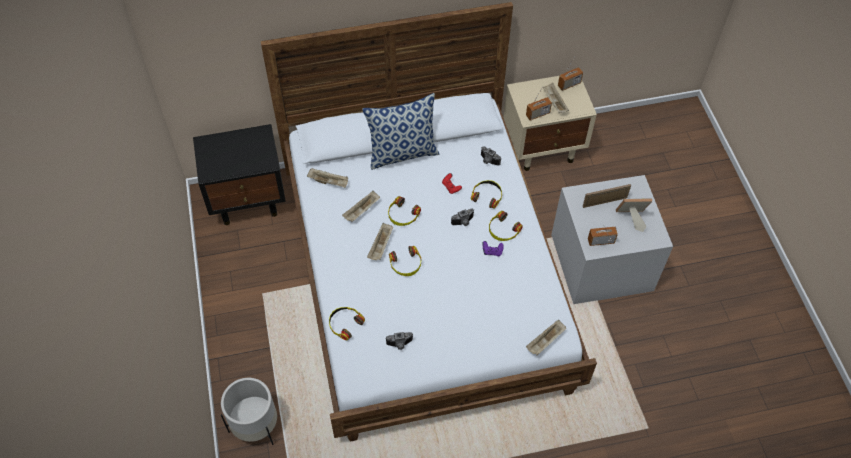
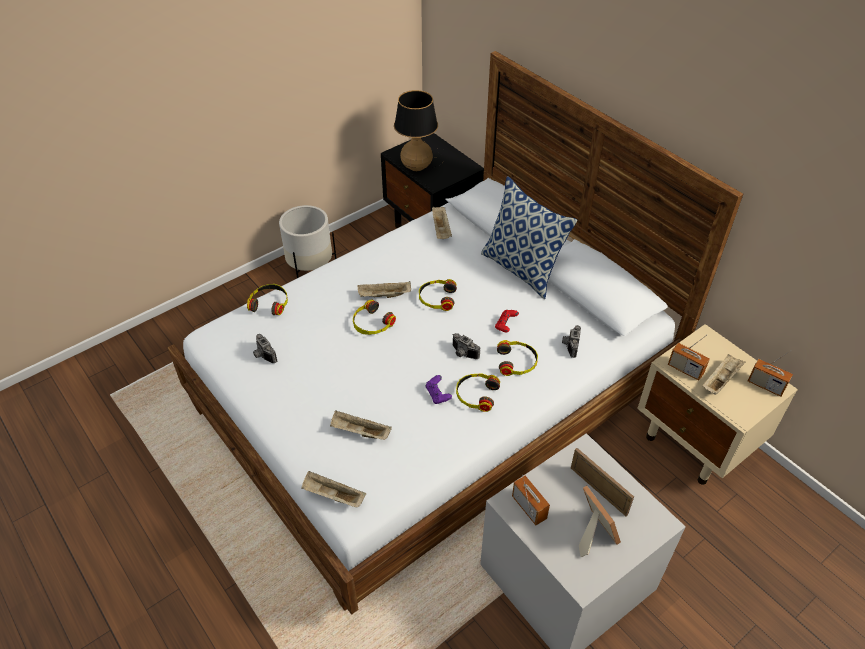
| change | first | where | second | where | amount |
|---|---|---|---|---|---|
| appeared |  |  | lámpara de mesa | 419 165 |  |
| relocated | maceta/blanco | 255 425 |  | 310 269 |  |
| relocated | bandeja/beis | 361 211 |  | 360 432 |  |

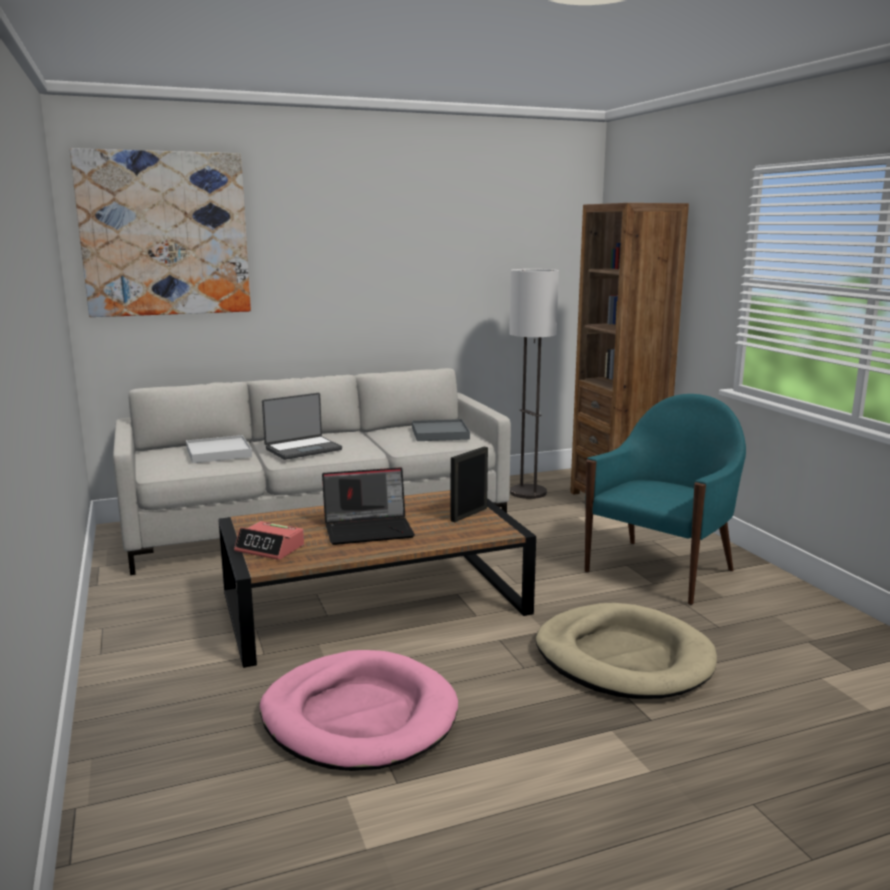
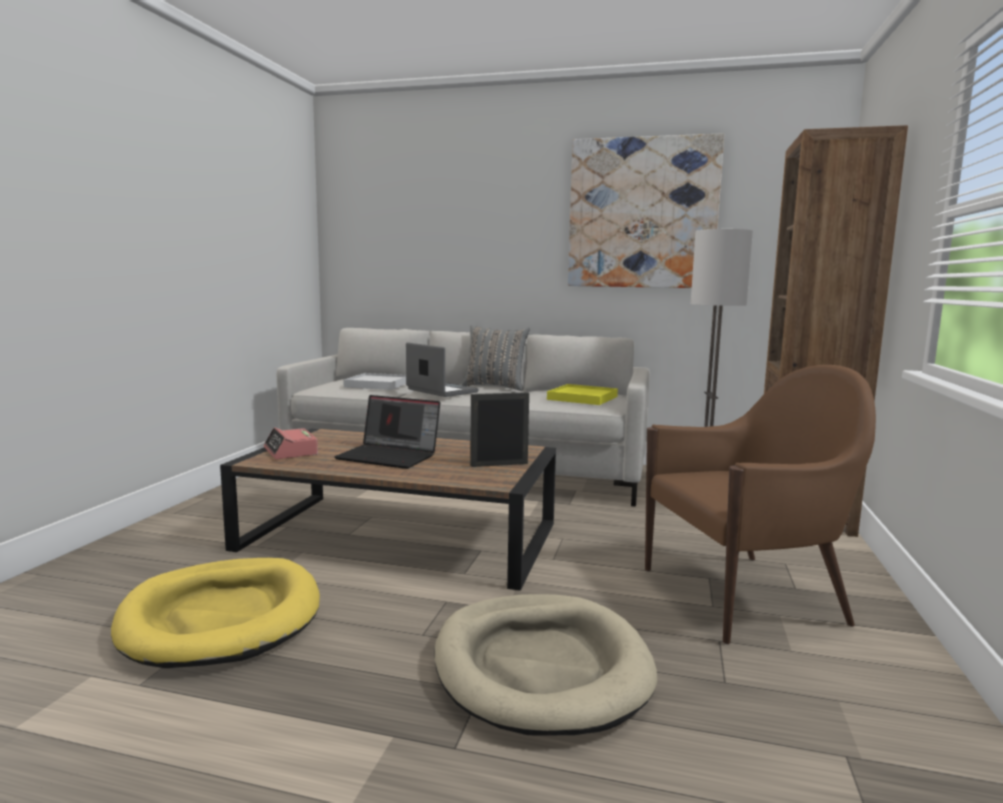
| change | first | where | second | where | amount |
|---|---|---|---|---|---|
| appeared |  |  | cojín/gris | 495 386 |  |
| relocated | cuadro | 165 234 |  | 642 213 |  |
| colour | cama para perro/rosa | 359 716 | cama para perro/amarillo | 222 617 |  |
| colour | bandeja/gris | 440 433 | bandeja/amarillo | 582 398 |  |
| colour | sillón/turquesa | 660 570 | sillón/marrón | 745 595 |  |
| spun | portátil | 303 449 |  | 440 391 | 135 degrees counterclockwise |

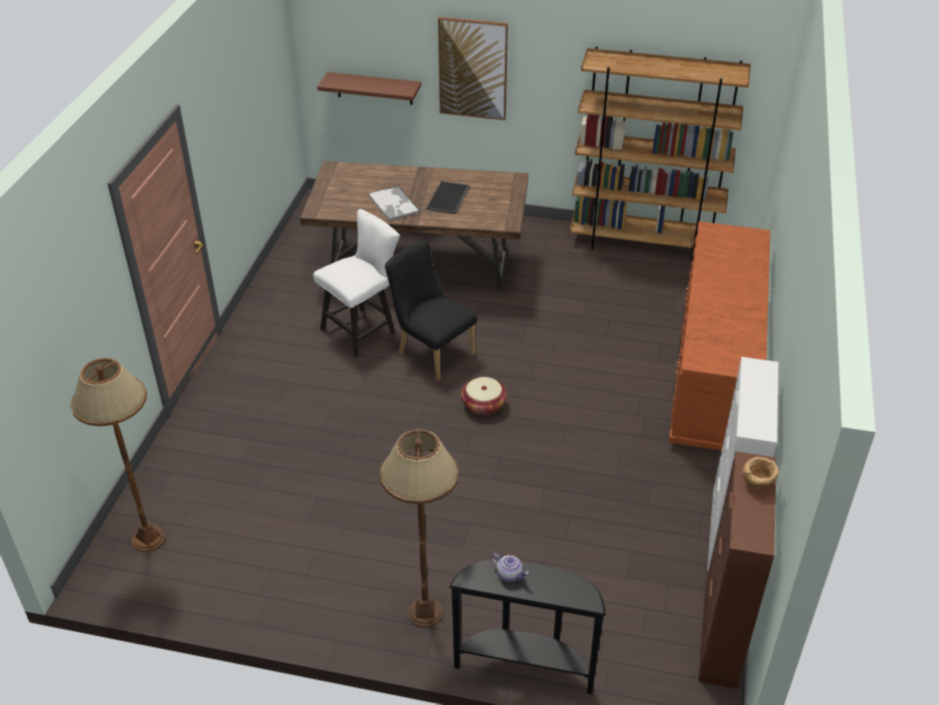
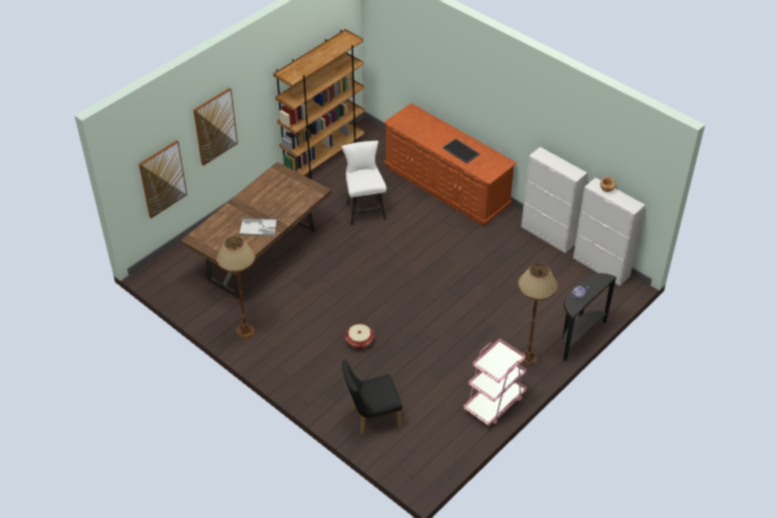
| change | first | where | second | where | amount |
|---|---|---|---|---|---|
| appeared |  |  | carrito/rosa | 494 403 |  |
| relocated | lámpara de pie/marrón | 148 538 |  | 245 331 |  |
| relocated | silla/blanco | 362 329 |  | 364 209 |  |
| relocated | silla/negro | 431 352 |  | 371 417 |  |
| relocated | bandeja | 448 198 |  | 461 151 |  |
| relocated | cesta | 483 405 |  | 359 341 |  |
| exchanged | estante/marrón | 374 88 | cuadro | 162 179 |  |
| colour | armario/marrón | 720 635 | armario/blanco | 601 267 |  |

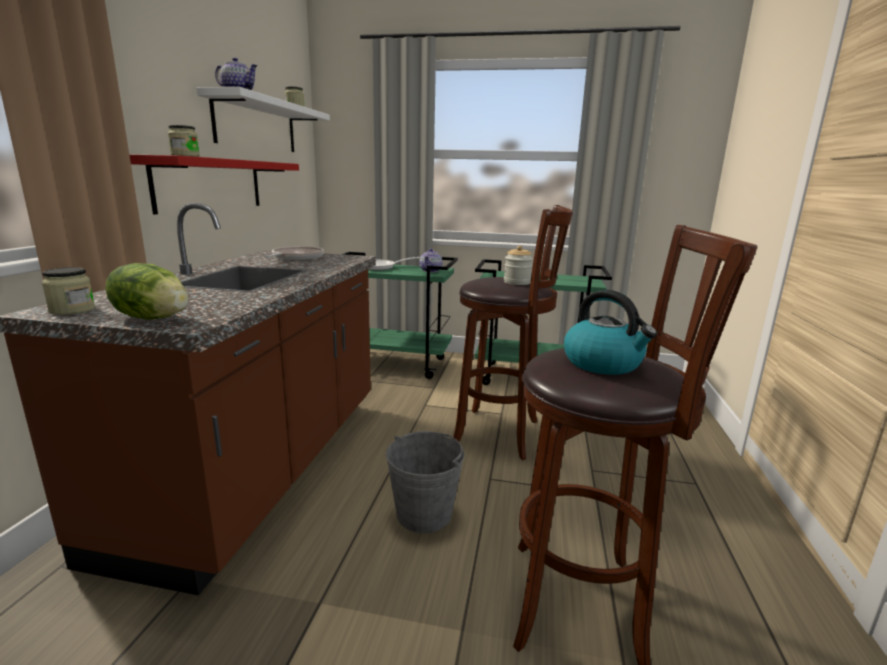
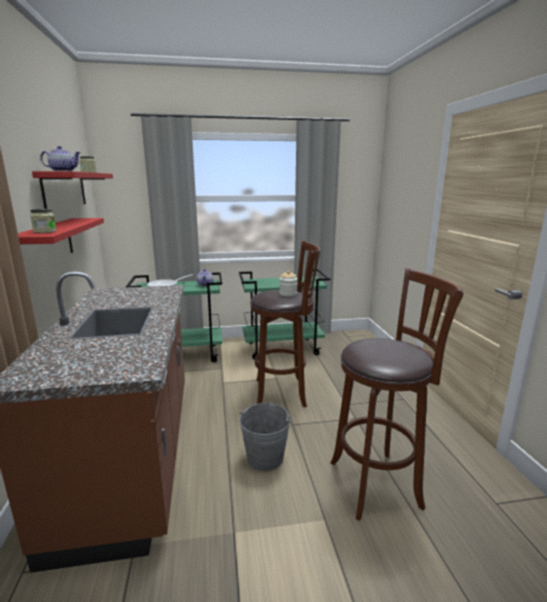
| change | first | where | second | where | amount |
|---|---|---|---|---|---|
| missing | tarro | 72 310 |  |  |  |
| missing | lechuga | 153 318 |  |  |  |
| missing | sartén | 296 258 |  |  |  |
| missing | hervidor | 603 363 |  |  |  |
| colour | estante/blanco | 257 125 | estante/rojo | 64 190 |  |

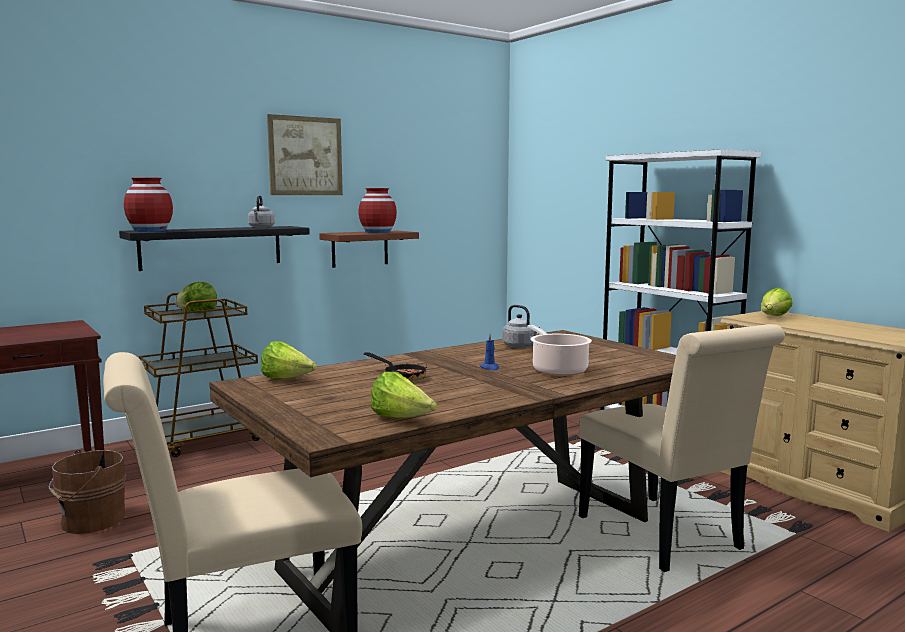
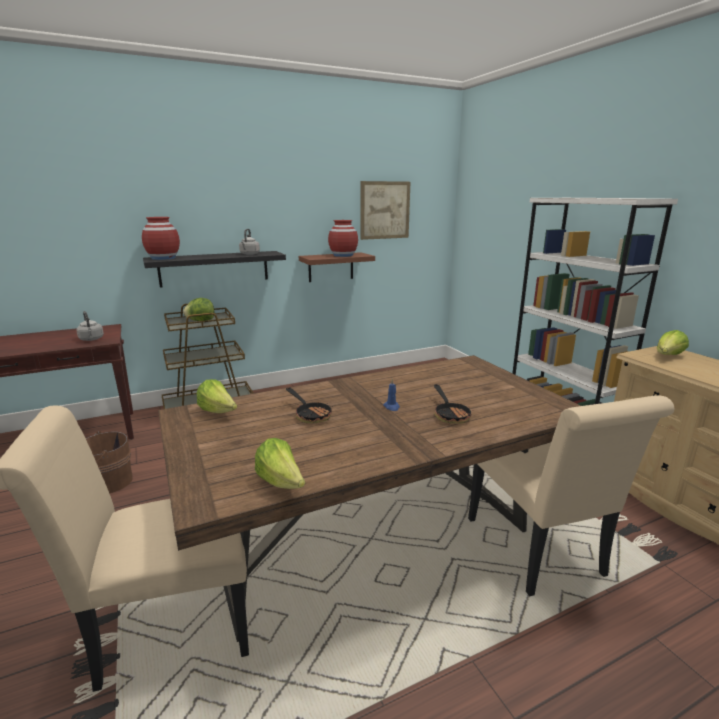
| change | first | where | second | where | amount |
|---|---|---|---|---|---|
| relocated | cuadro | 305 156 |  | 385 210 |  |
| relocated | hervidor/gris | 520 346 |  | 91 339 |  |
| exchanged | olla | 557 370 | sartén | 450 414 |  |

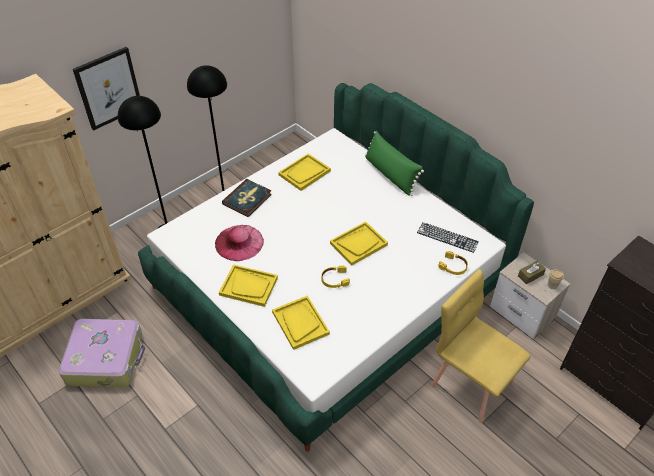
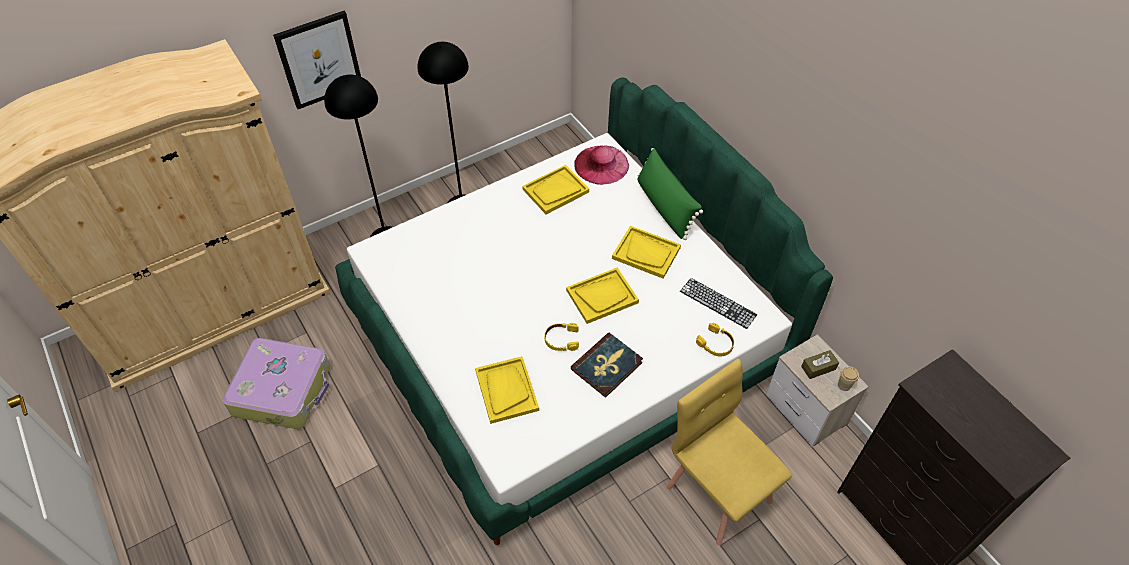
| change | first | where | second | where | amount |
|---|---|---|---|---|---|
| relocated | sombrero/rosa | 239 242 |  | 601 164 |  |
| relocated | bandeja/amarillo | 249 286 |  | 646 253 |  |
| relocated | libro | 247 199 |  | 607 366 |  |

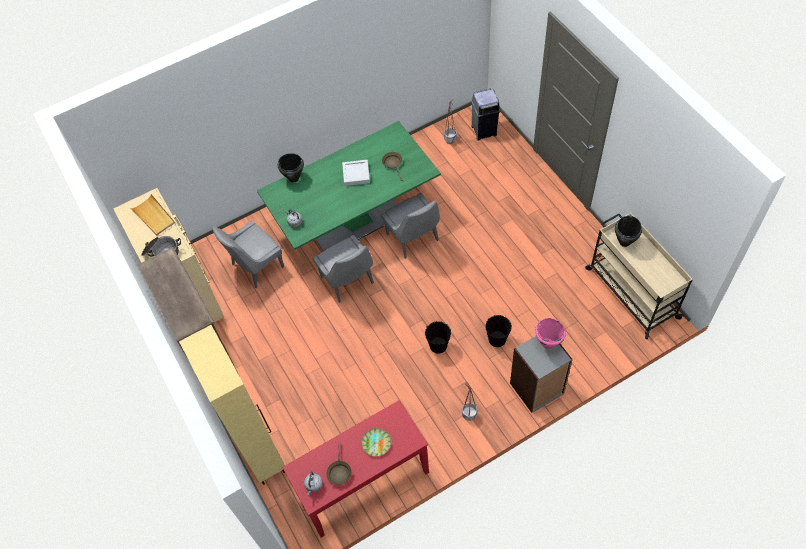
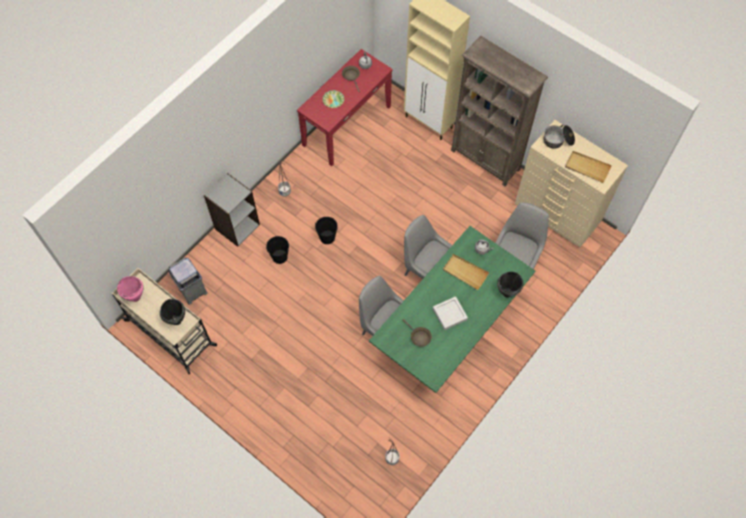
| change | first | where | second | where | amount |
|---|---|---|---|---|---|
| appeared |  |  | bandeja/beis | 465 272 |  |
| relocated | papelera/gris | 484 130 |  | 192 291 |  |
| relocated | olla/rosa | 547 343 |  | 135 297 |  |

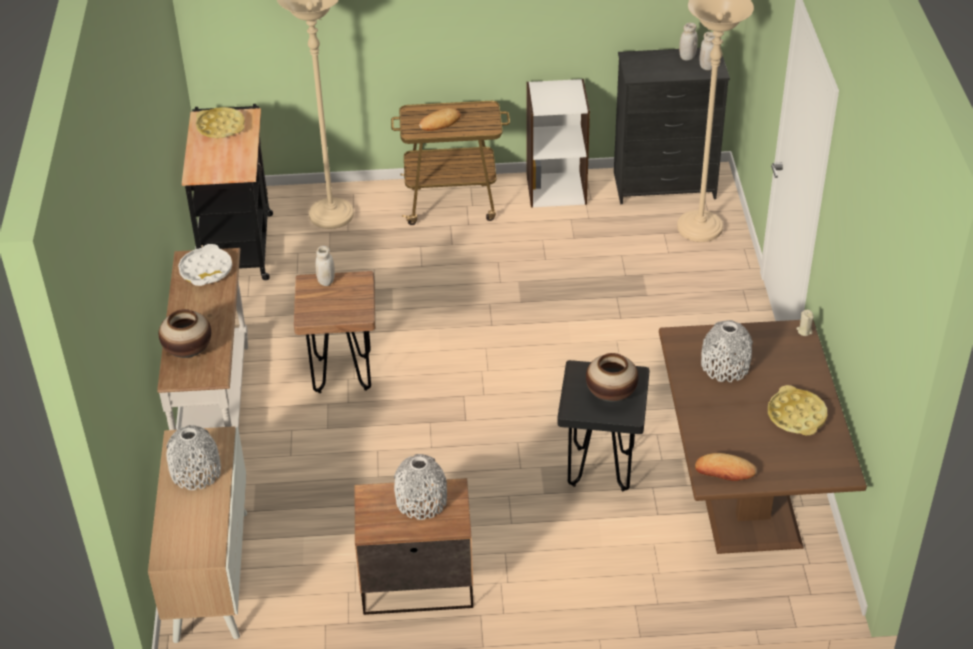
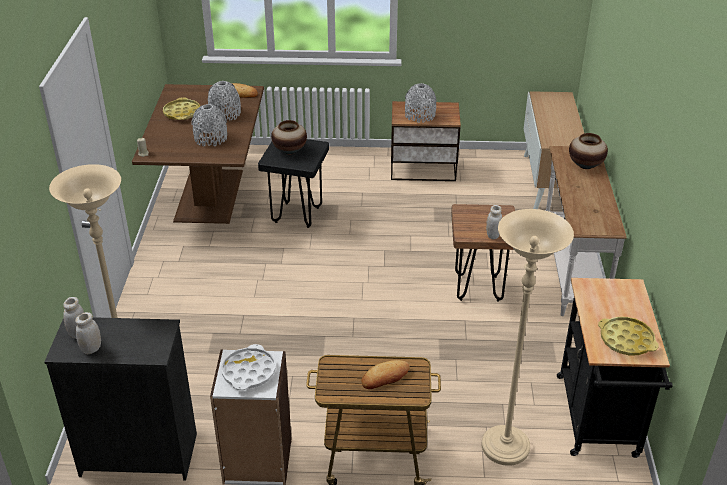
| change | first | where | second | where | amount |
|---|---|---|---|---|---|
| relocated | florero/gris | 196 472 |  | 225 114 |  |
| relocated | bandeja/blanco | 206 270 |  | 249 372 |  |

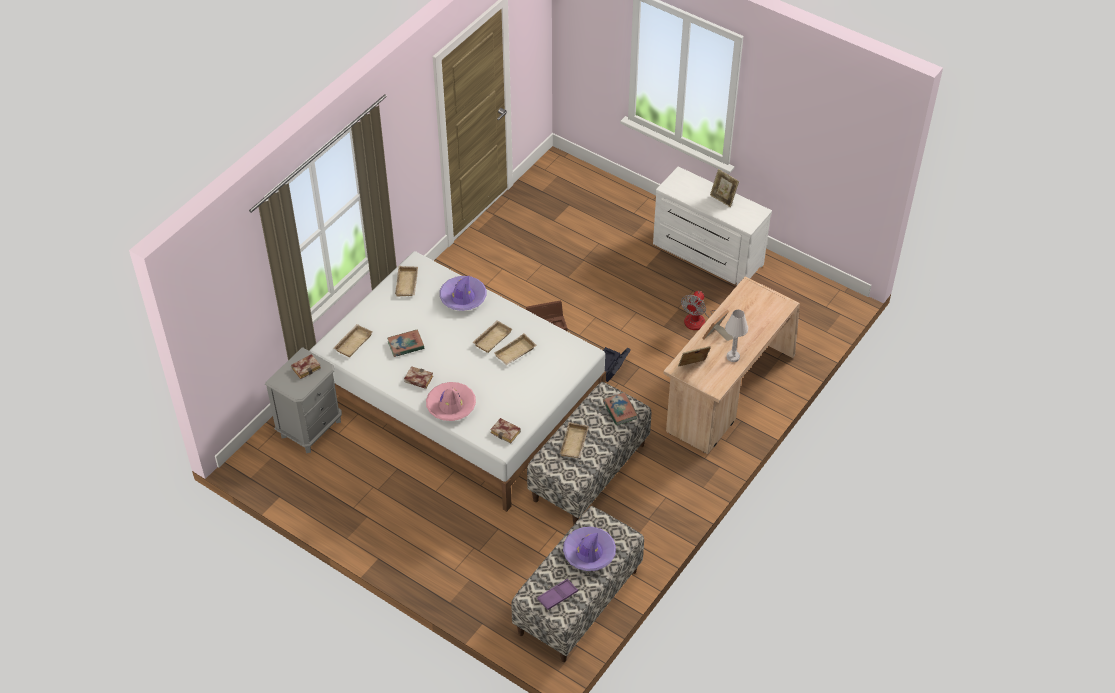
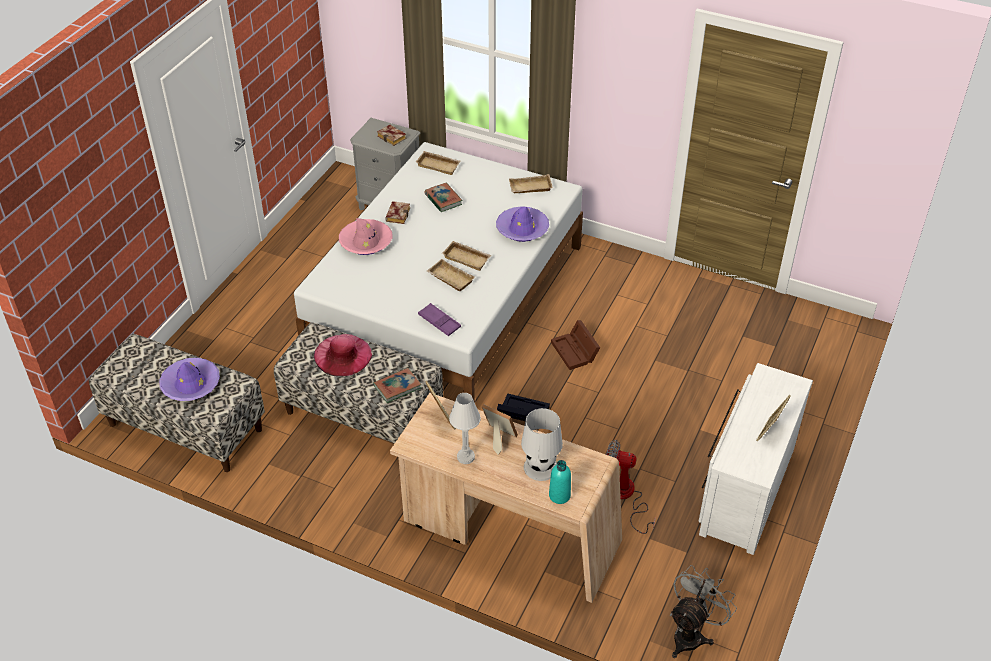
| change | first | where | second | where | amount |
|---|---|---|---|---|---|
| missing | libro | 507 432 |  |  |  |
| appeared |  |  | lámpara de mesa/blanco | 541 467 |  |
| appeared |  |  | botella/turquesa | 559 495 |  |
| appeared |  |  | ventilador/gris | 691 634 |  |
| relocated | bandeja/morado | 557 596 |  | 439 322 |  |
| exchanged | bandeja/beis | 575 443 | sombrero/rosa | 342 355 |  |

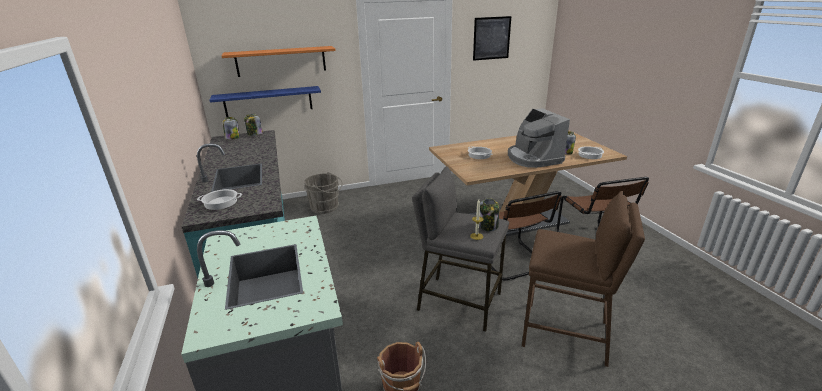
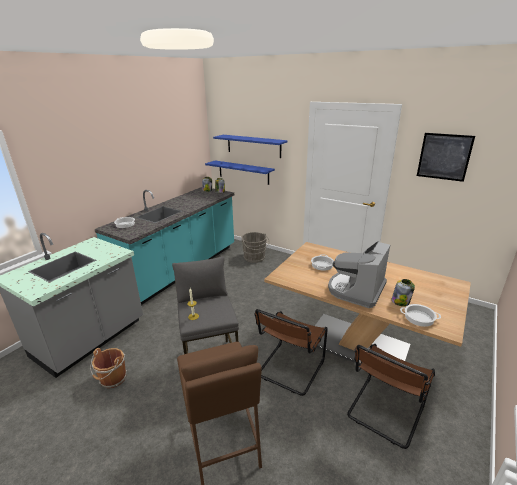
| change | first | where | second | where | amount |
|---|---|---|---|---|---|
| missing | tarro | 488 226 |  |  |  |
| colour | estante/naranja | 281 61 | estante/azul | 253 146 |  |

